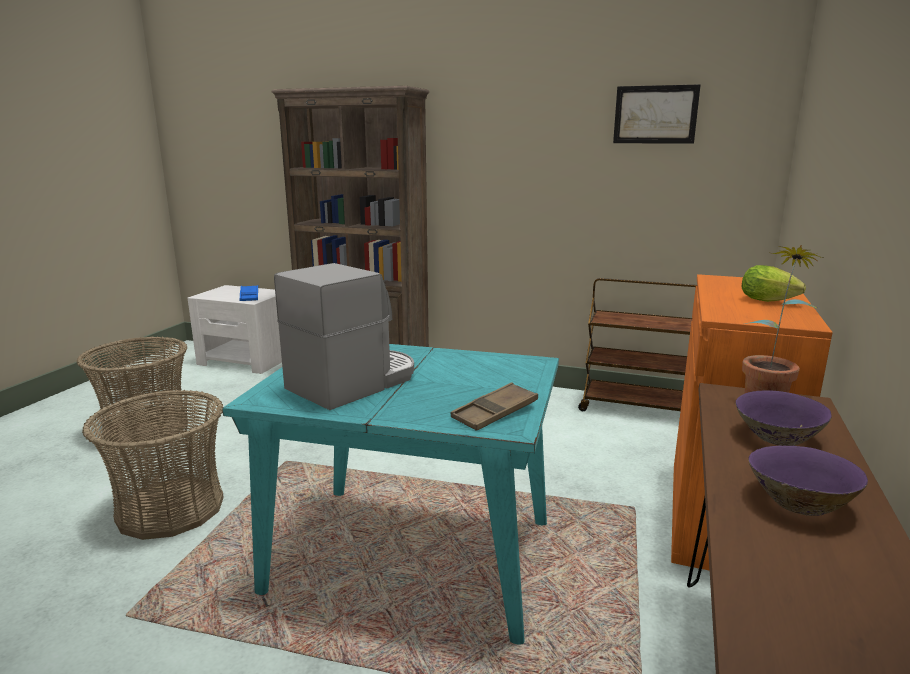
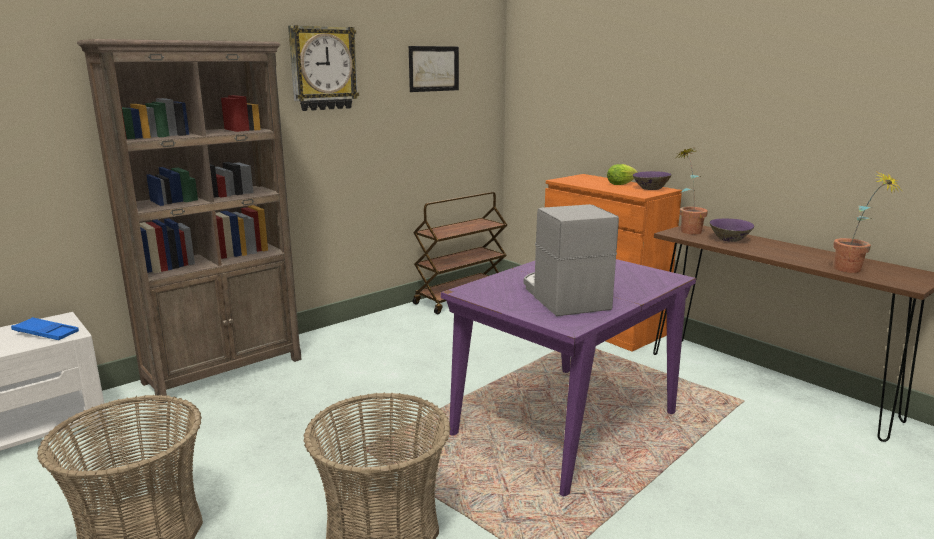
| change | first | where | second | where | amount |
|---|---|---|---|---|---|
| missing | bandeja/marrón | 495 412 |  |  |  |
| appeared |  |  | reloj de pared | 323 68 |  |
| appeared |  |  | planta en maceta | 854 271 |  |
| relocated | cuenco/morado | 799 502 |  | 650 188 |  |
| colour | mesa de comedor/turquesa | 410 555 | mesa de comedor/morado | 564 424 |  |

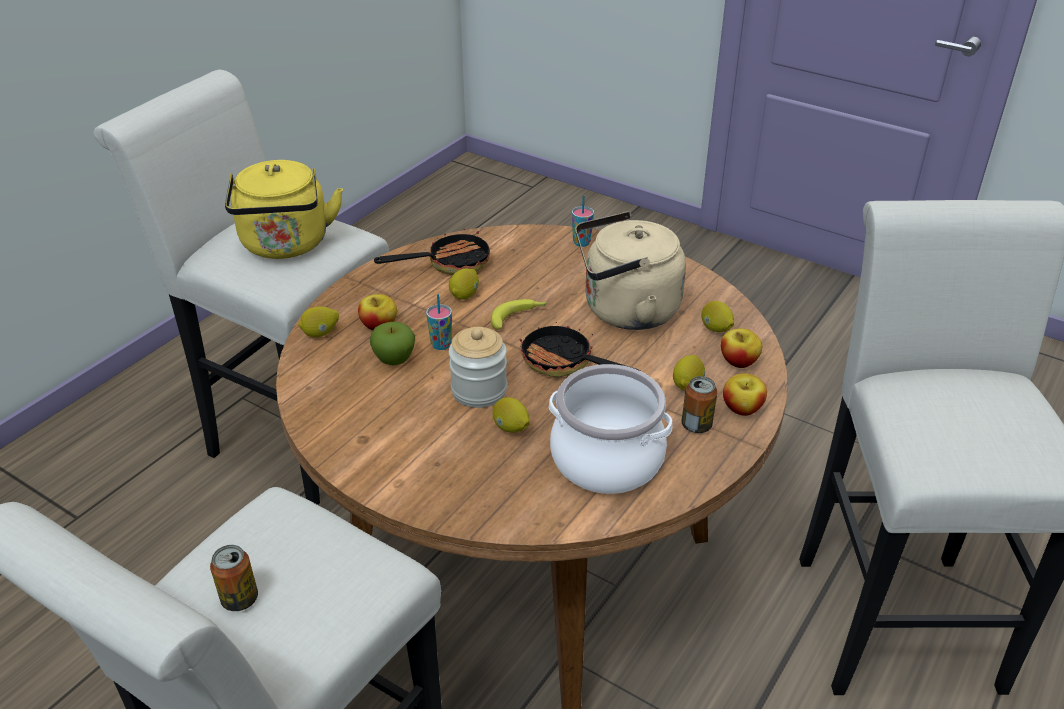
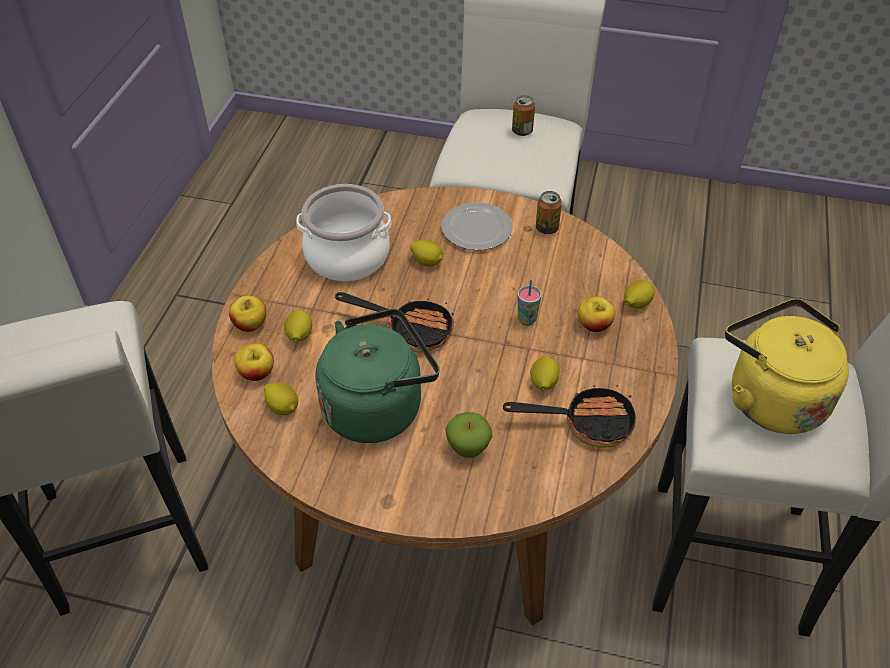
| change | first | where | second | where | amount |
|---|---|---|---|---|---|
| missing | tarro | 479 390 |  |  |  |
| missing | plátano | 519 317 |  |  |  |
| missing | taza | 581 243 |  |  |  |
| appeared |  |  | plato | 477 229 |  |
| relocated | manzana | 394 360 |  | 468 448 |  |
| relocated | lata | 696 425 |  | 547 228 |  |
| colour | hervidor/beis | 625 311 | hervidor/verde | 378 406 |  |
| spun | sartén | 449 264 |  | 587 422 | 135 degrees counterclockwise |

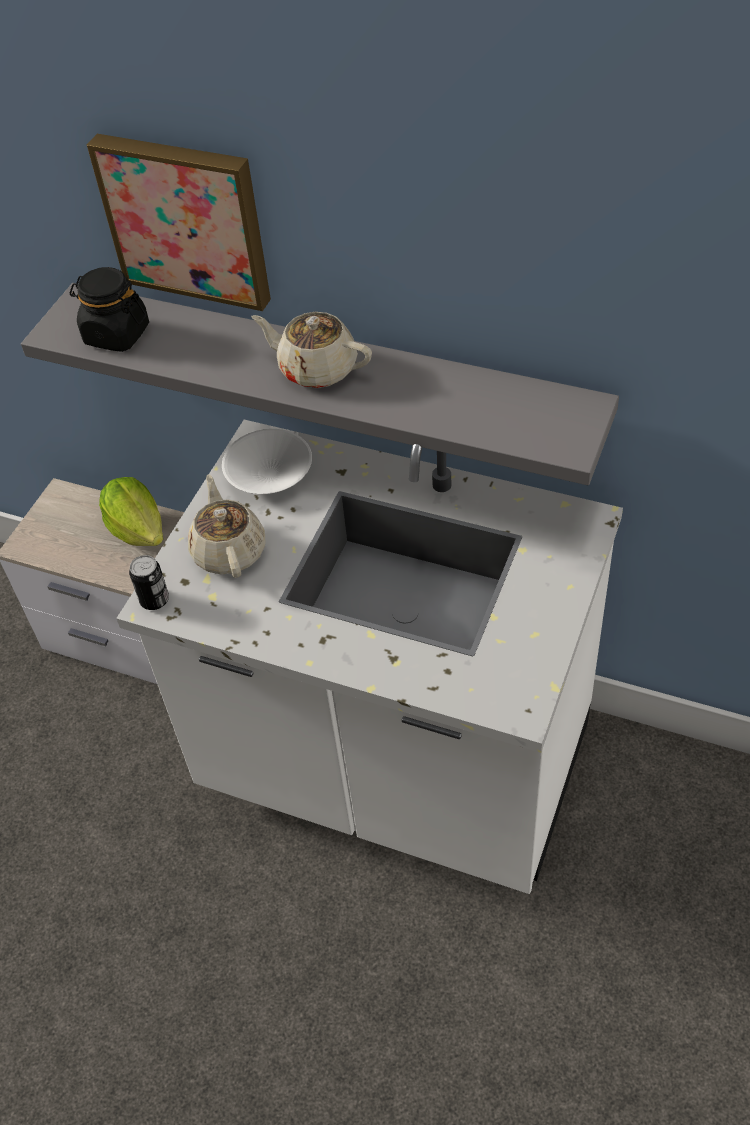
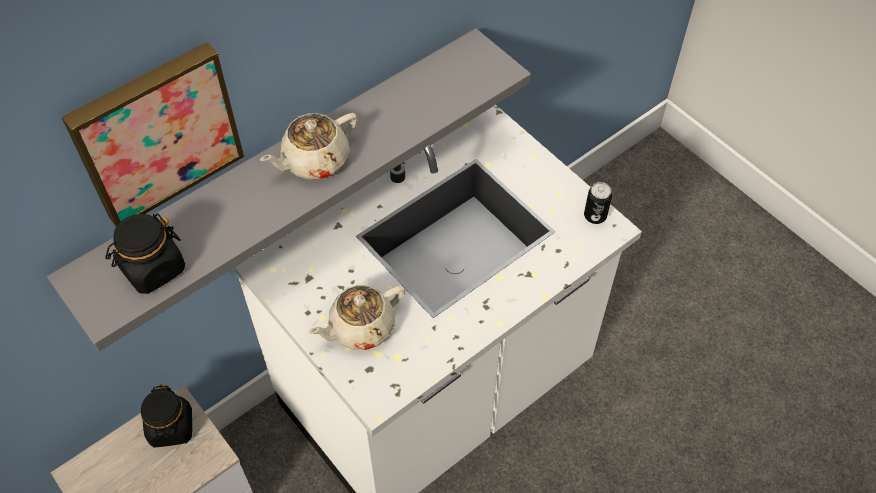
| change | first | where | second | where | amount |
|---|---|---|---|---|---|
| missing | cuenco/blanco | 268 474 |  |  |  |
| relocated | lata | 154 600 |  | 595 216 |  |
| exchanged | lechuga | 138 529 | tarro/negro | 171 427 |  |
| spun | tetera/beis | 229 550 |  | 360 327 | 45 degrees counterclockwise |

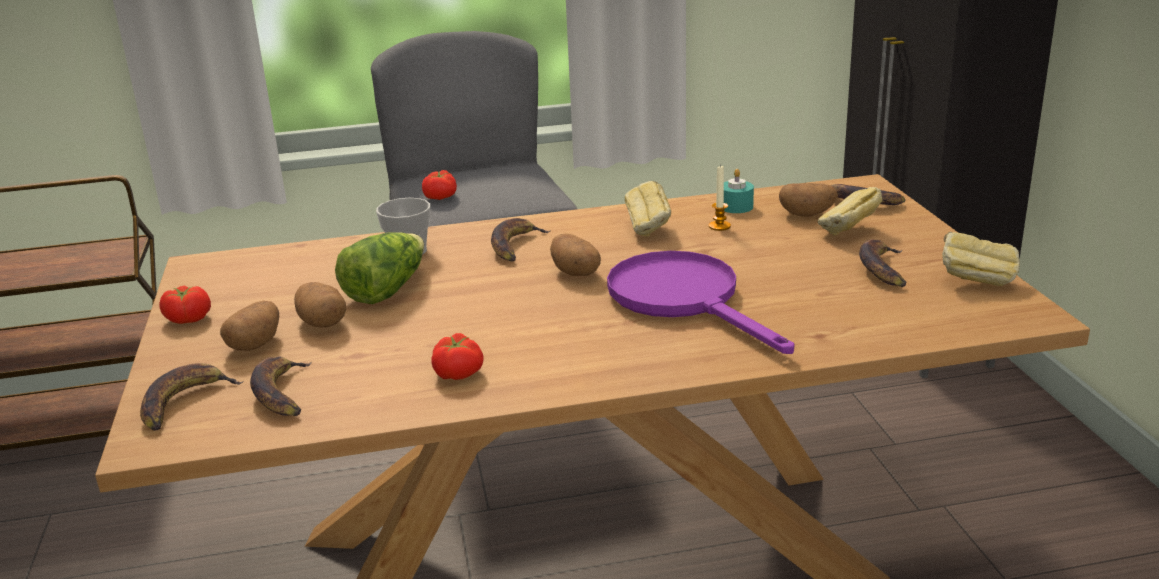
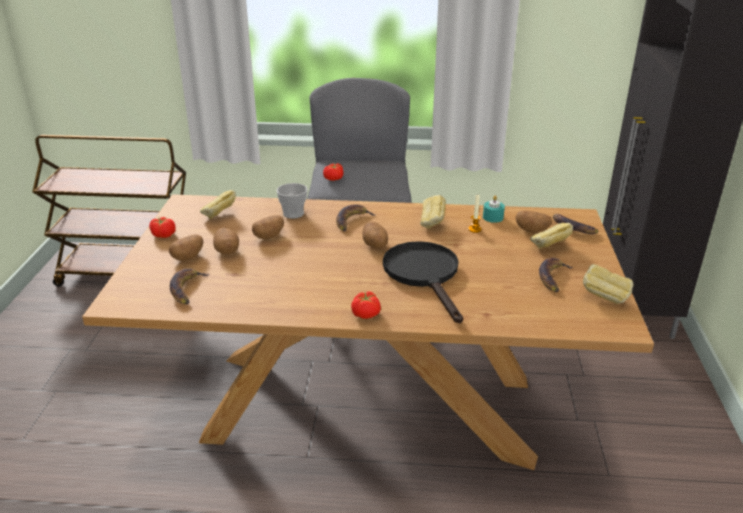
| change | first | where | second | where | amount |
|---|---|---|---|---|---|
| missing | plátano | 184 402 |  |  |  |
| appeared |  |  | pan | 220 216 |  |
| relocated | tomate | 459 373 |  | 366 314 |  |
| exchanged | lechuga | 386 289 | patata | 269 236 |  |
| colour | sartén/morado | 685 300 | sartén/negro | 425 275 |  |

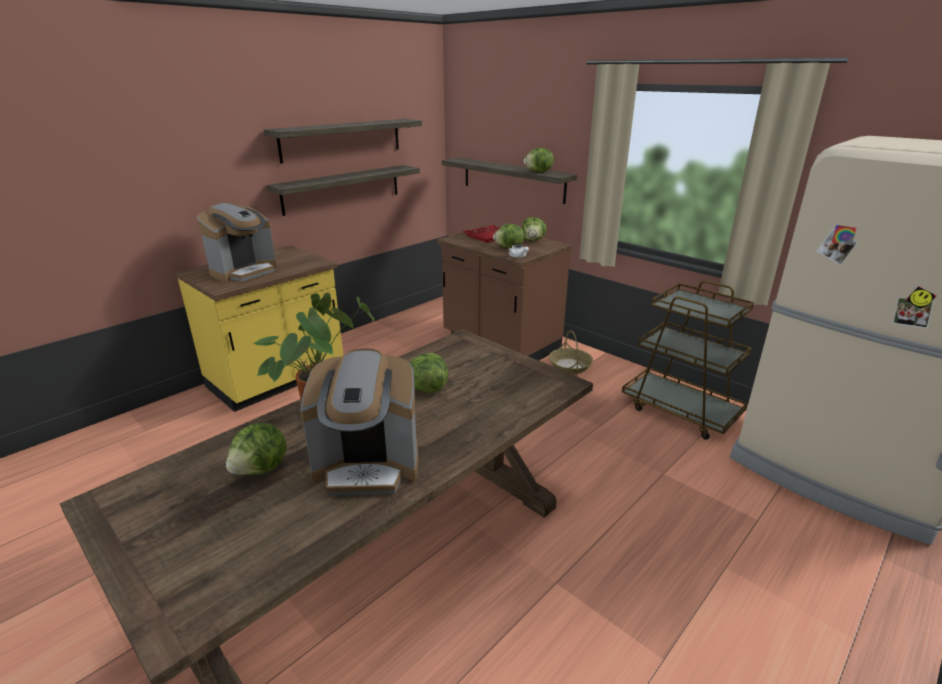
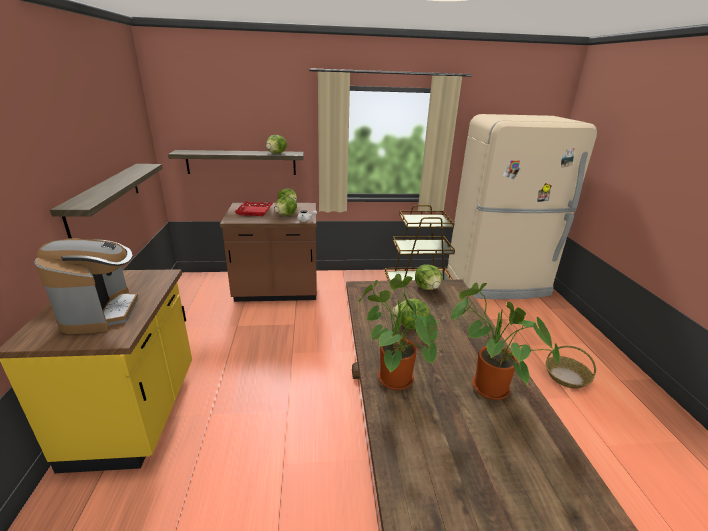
| change | first | where | second | where | amount |
|---|---|---|---|---|---|
| missing | estante | 342 139 |  |  |  |
| relocated | lechuga | 261 469 |  | 427 288 |  |
| relocated | cesta | 570 366 |  | 566 377 |  |
| exchanged | cafetera | 368 466 | planta en maceta | 485 387 |  |

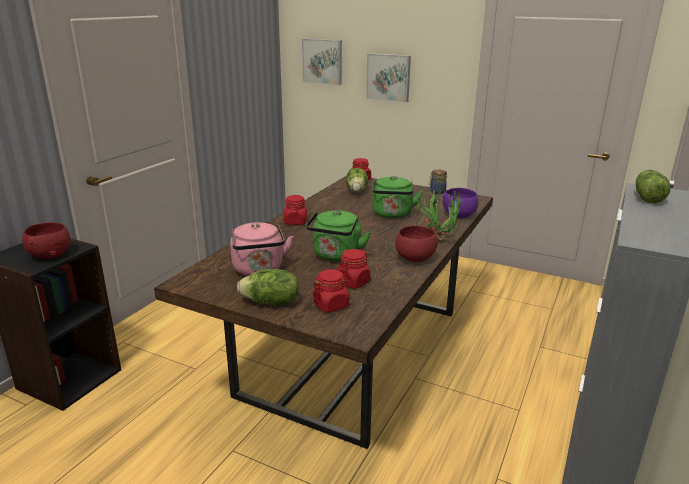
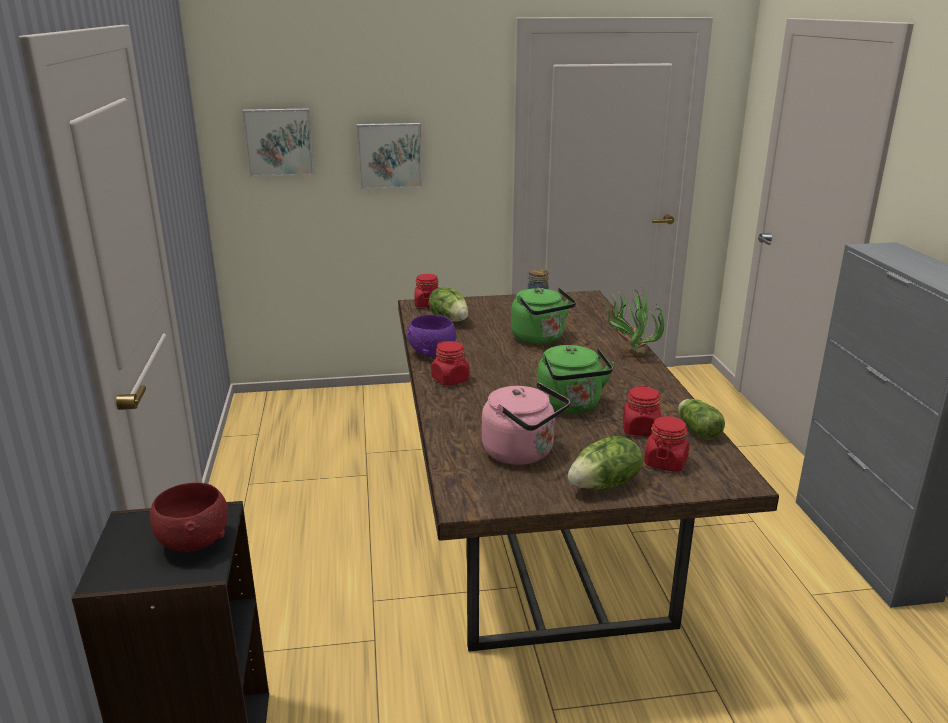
| change | first | where | second | where | amount |
|---|---|---|---|---|---|
| missing | cuenco/rojo | 414 259 |  |  |  |
| relocated | cuenco/morado | 459 215 |  | 433 353 |  |
| relocated | lechuga | 647 197 |  | 697 430 |  |

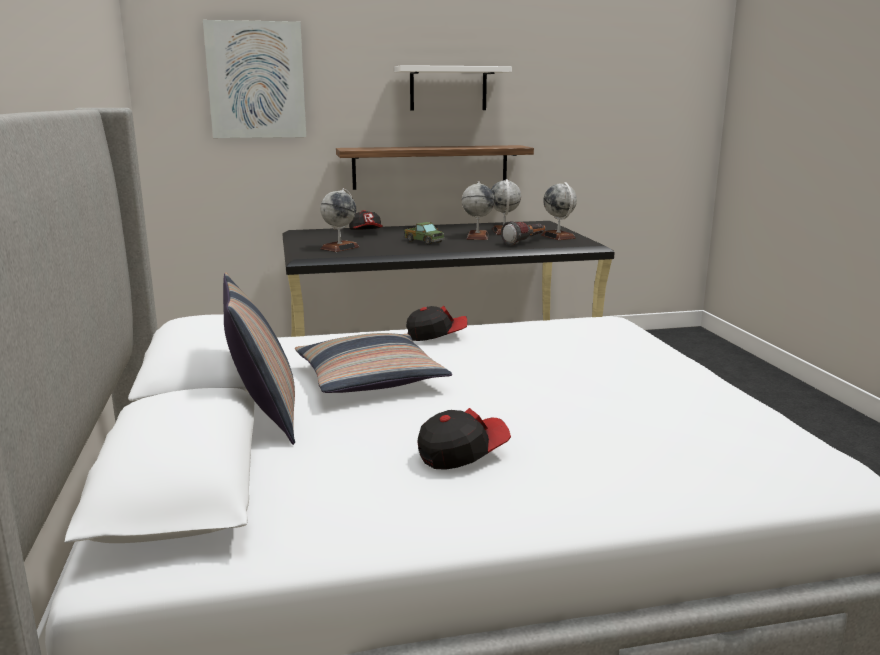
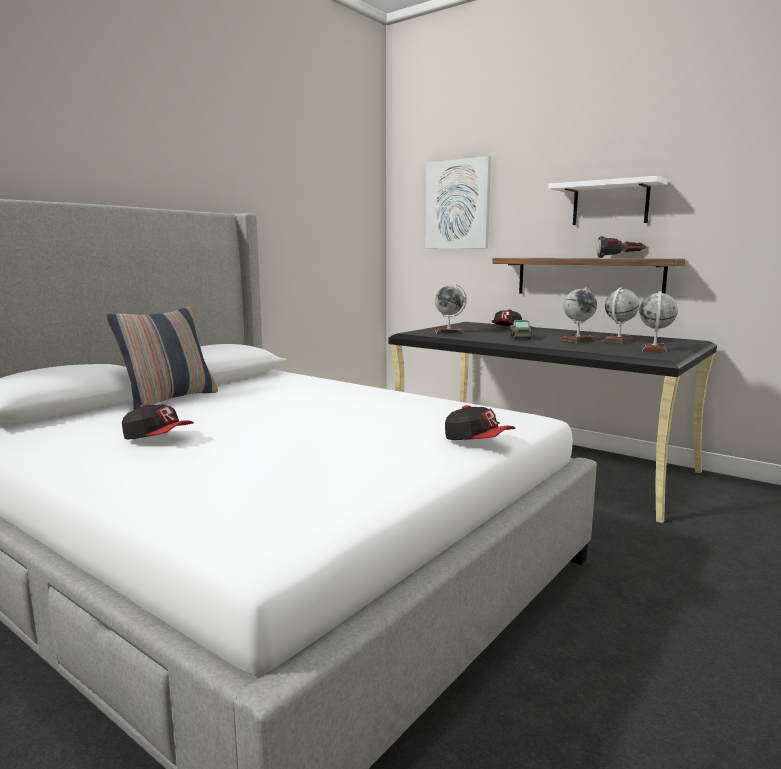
| change | first | where | second | where | amount |
|---|---|---|---|---|---|
| missing | cojín | 370 379 |  |  |  |
| relocated | gorra | 436 336 |  | 477 441 |  |
| relocated | linterna | 525 243 |  | 620 257 |  |

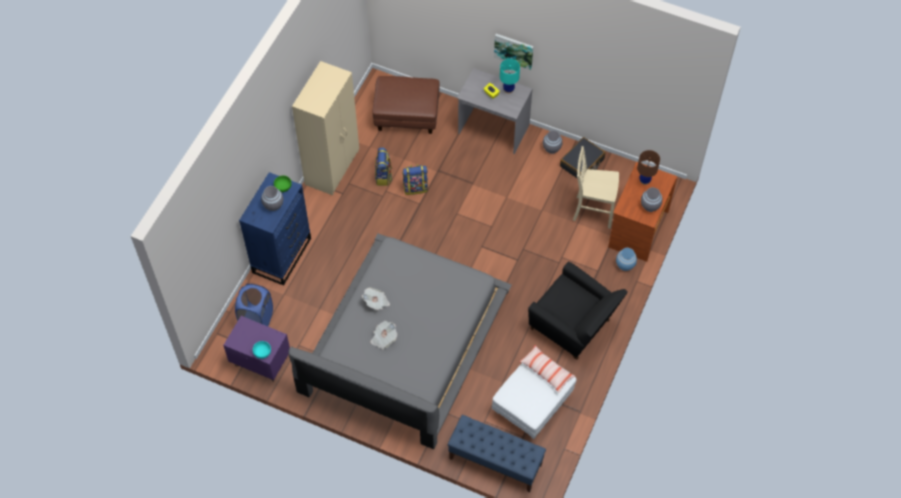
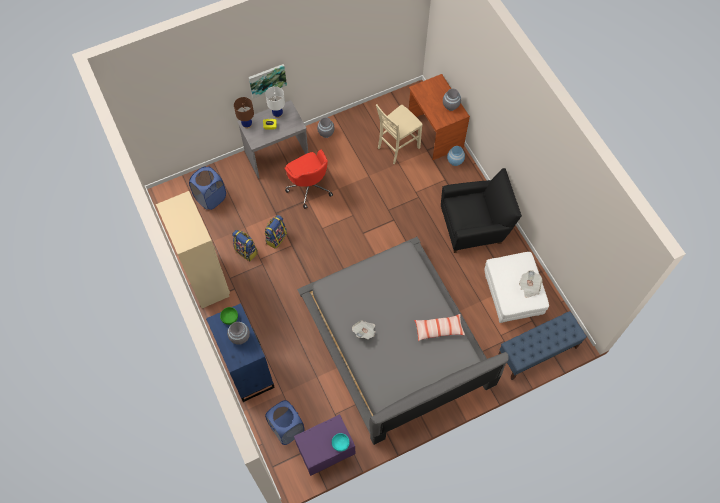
| change | first | where | second | where | amount |
|---|---|---|---|---|---|
| missing | maleta/negro | 582 163 |  |  |  |
| appeared |  |  | silla de oficina/rojo | 309 186 |  |
| relocated | periódico | 383 338 |  | 529 287 |  |
| relocated | cojín | 546 371 |  | 438 329 |  |
| relocated | lámpara de mesa/marrón | 644 180 |  | 247 124 |  |
| exchanged | puf/marrón | 407 115 | cesto de la ropa/azul | 211 198 |  |
| colour | lámpara de mesa/turquesa | 508 89 | lámpara de mesa/blanco | 277 114 |  |

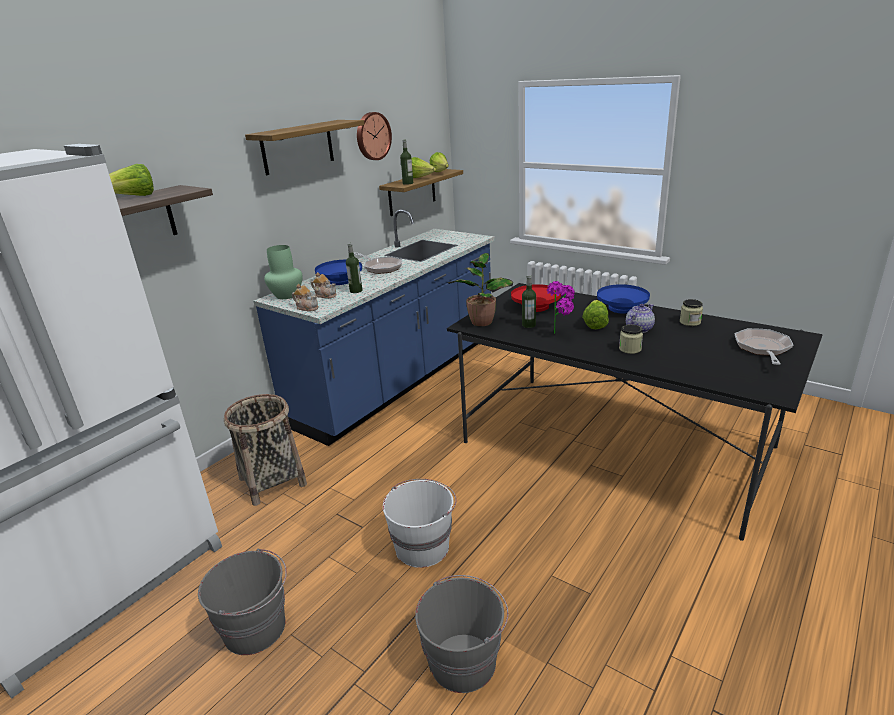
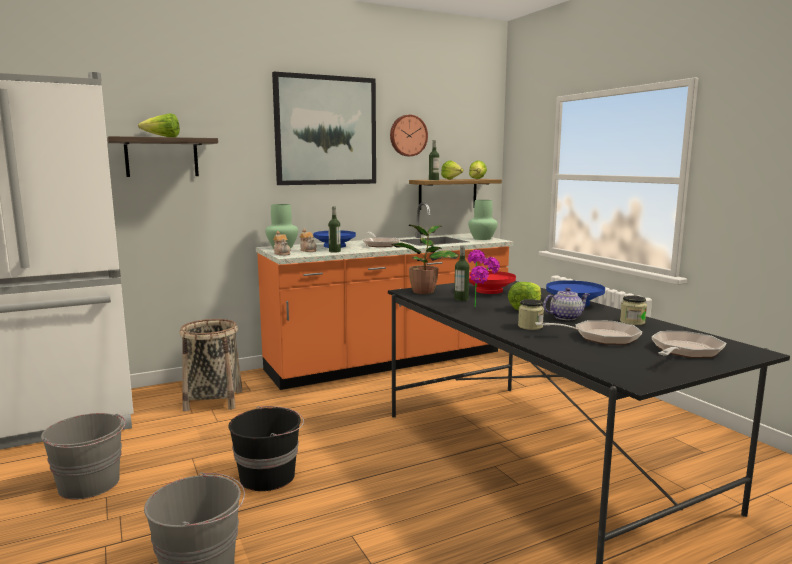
| change | first | where | second | where | amount |
|---|---|---|---|---|---|
| appeared |  |  | florero/verde | 482 238 |  |
| appeared |  |  | sartén | 600 337 |  |
| exchanged | estante | 297 147 | cuadro | 326 130 |  |
| colour | mueble bajo de cocina/azul | 400 380 | mueble bajo de cocina/naranja | 389 362 |  |
| colour | cubo/blanco | 423 546 | cubo/negro | 268 476 |  |

